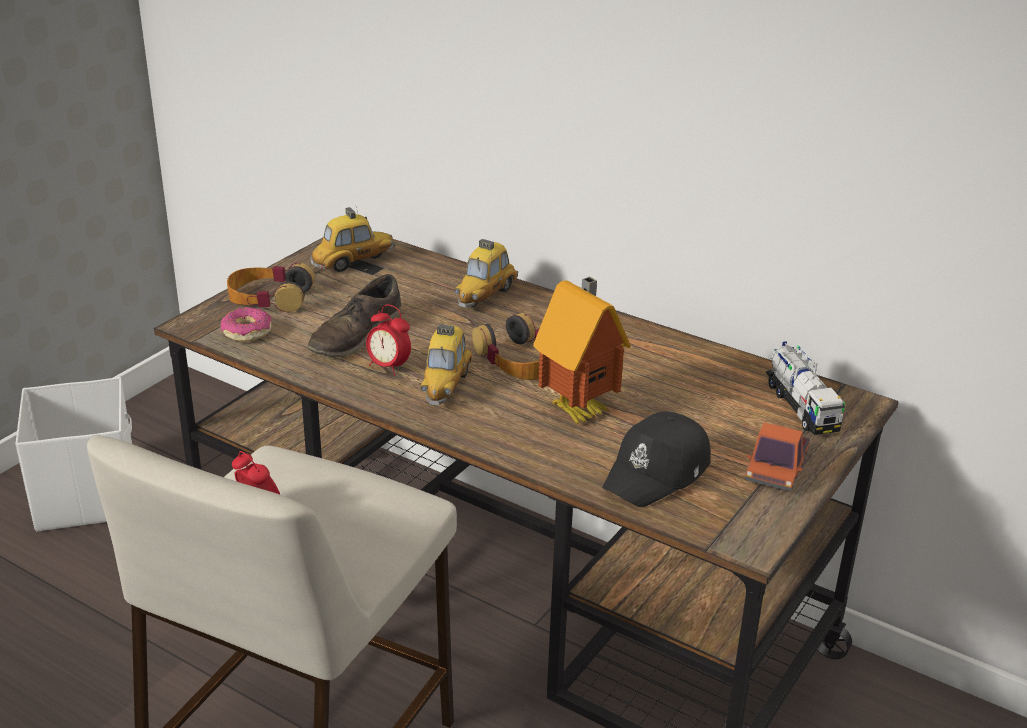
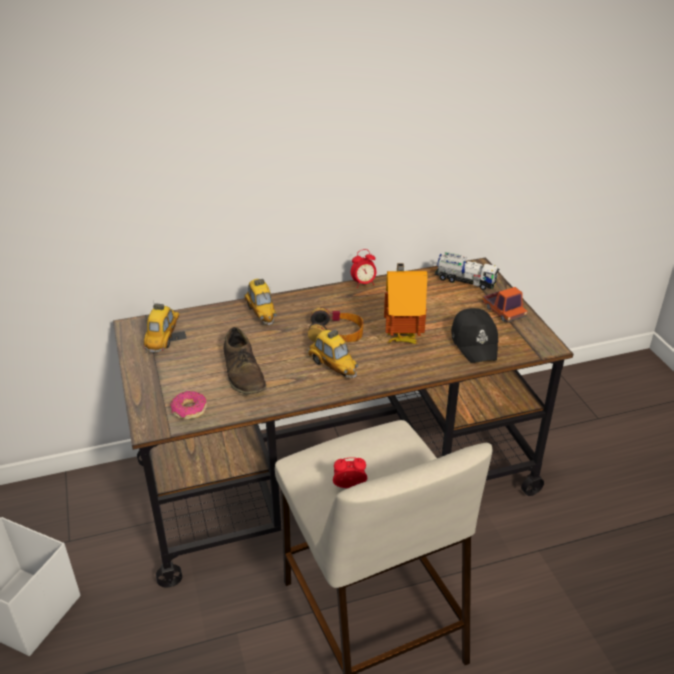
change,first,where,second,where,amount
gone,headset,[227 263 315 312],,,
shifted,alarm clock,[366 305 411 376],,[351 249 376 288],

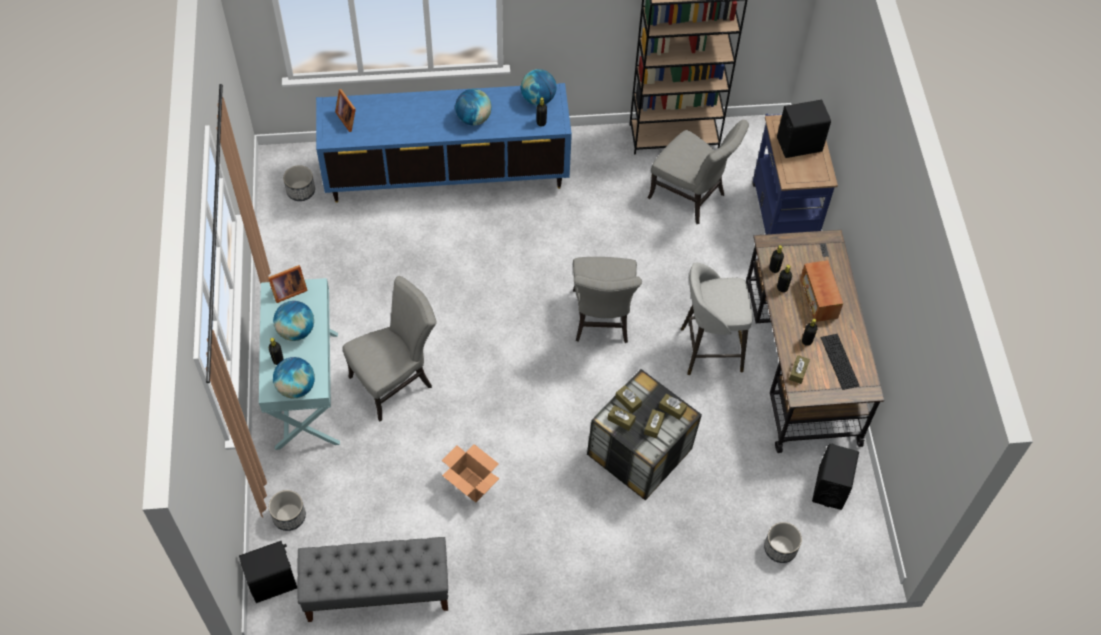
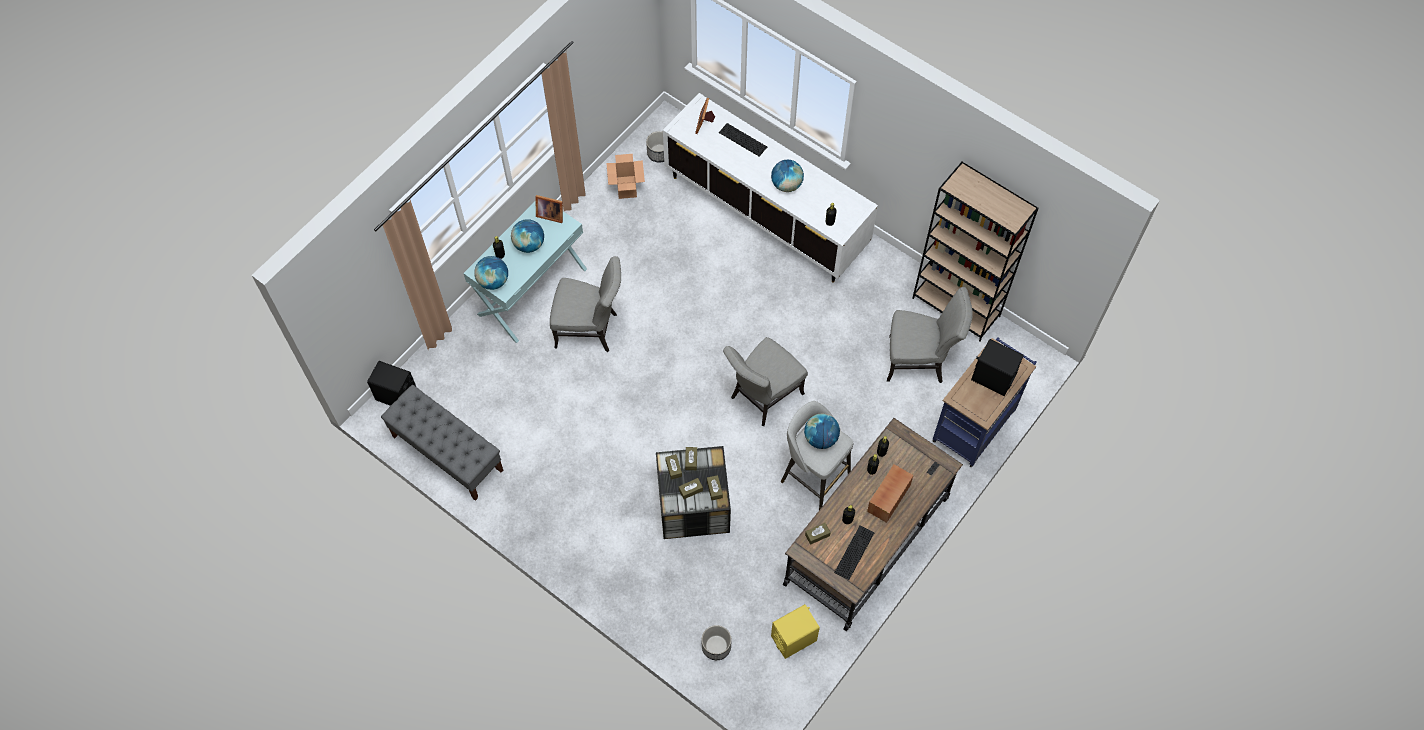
change,first,where,second,where,amount
gone,plant pot,[269 490 306 531],,,
repainted,bluish storage cabinet,[316 83 572 203],white-coloured storage cabinet,[663 93 878 283],
shifted,packing box,[442 444 500 503],,[606 154 645 199],
shifted,world globe,[521 69 557 105],,[804 413 840 449],
rotated,gray upright chair,[648 120 749 224],,[887 287 973 383],75 degrees counterclockwise
repainted,blackish loudspeaker,[812 444 859 510],yellow-coloured loudspeaker,[771 604 820 659],
new,,,PC keyboard,[719 123 767 157],

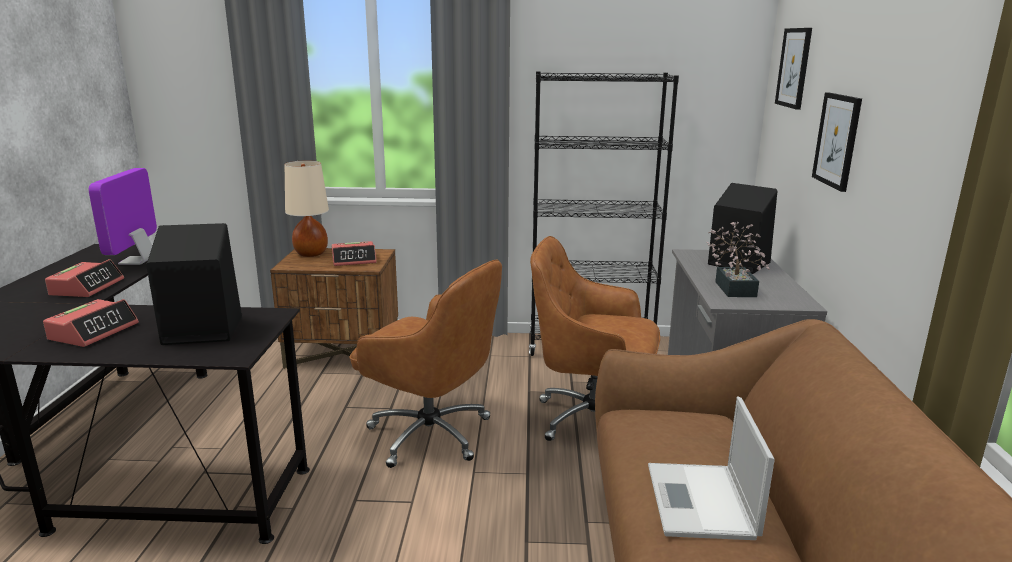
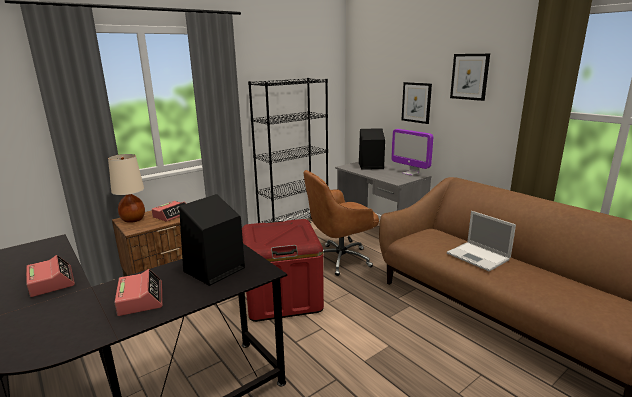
change,first,where,second,where,amount
shifted,computer display,[89 168 157 265],,[391 129 433 176],
swapped,brownish computer chair,[349 260 502 468],reddish storage container,[242 219 324 322],
gone,houseplant,[707 222 770 297],,,
shifted,picture,[775 28 812 110],,[450 54 490 101],

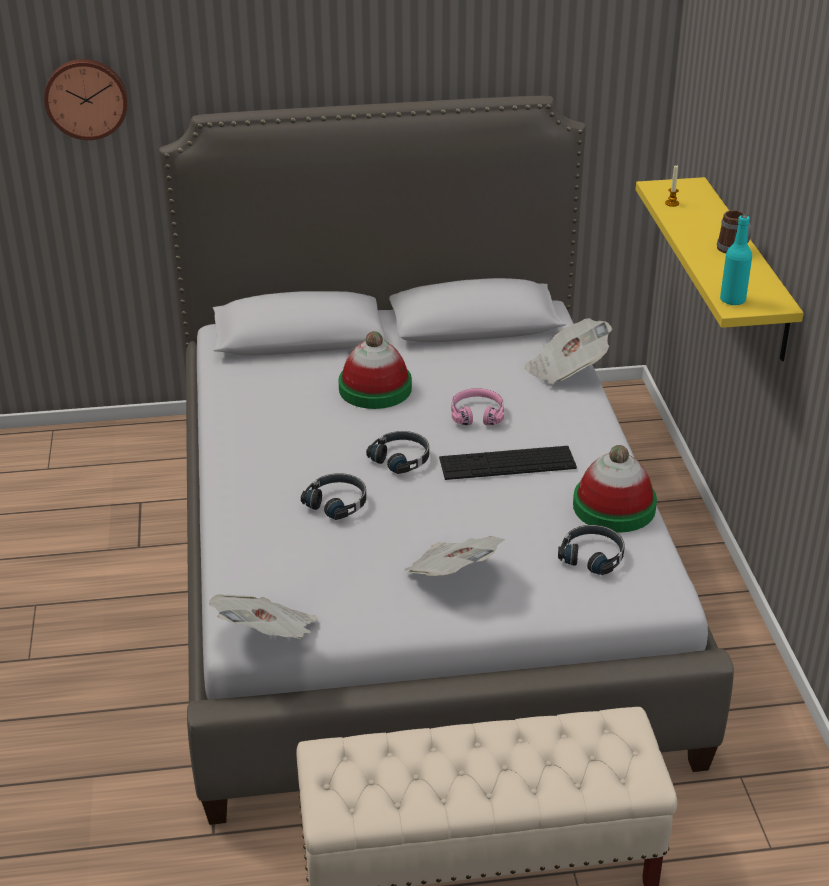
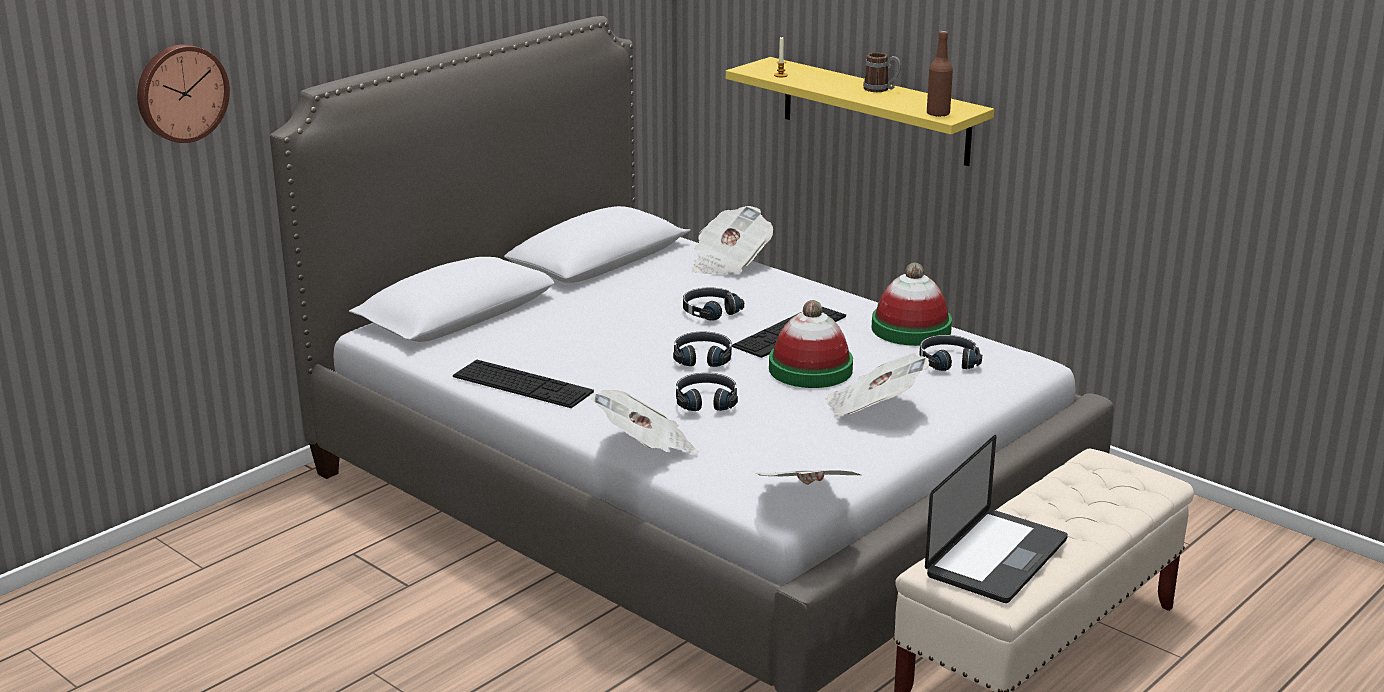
change,first,where,second,where,amount
shifted,clothing hat,[338 331 412 409],,[769 300 853 388],
repainted,pinkish headset,[452 388 504 425],blackish headset,[683 288 744 321],
repainted,turquoise drink bottle,[720 215 752 305],brownish drink bottle,[927 30 953 117],
new,,,PC keyboard,[453 360 594 408],
new,,,daily paper,[590 390 699 454],
new,,,portable computer,[925 435 1068 603],

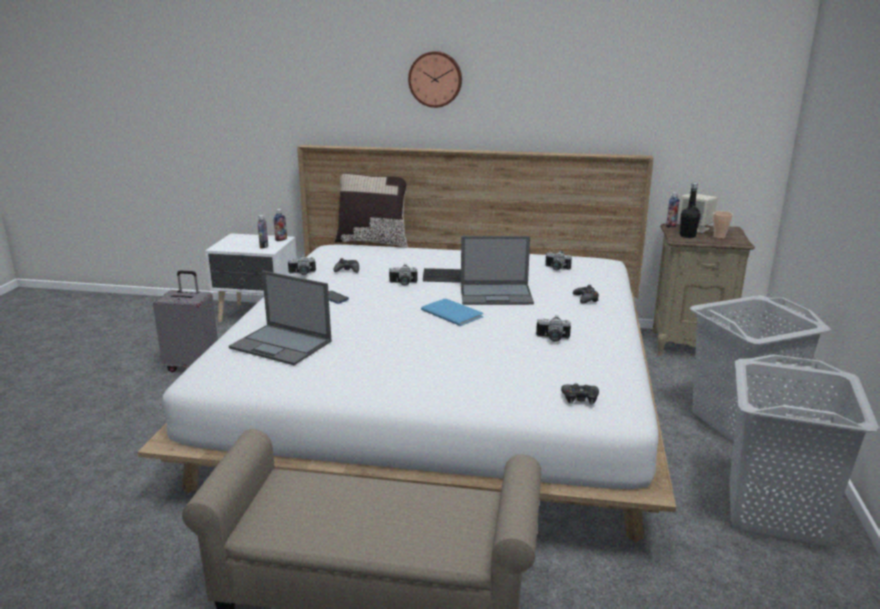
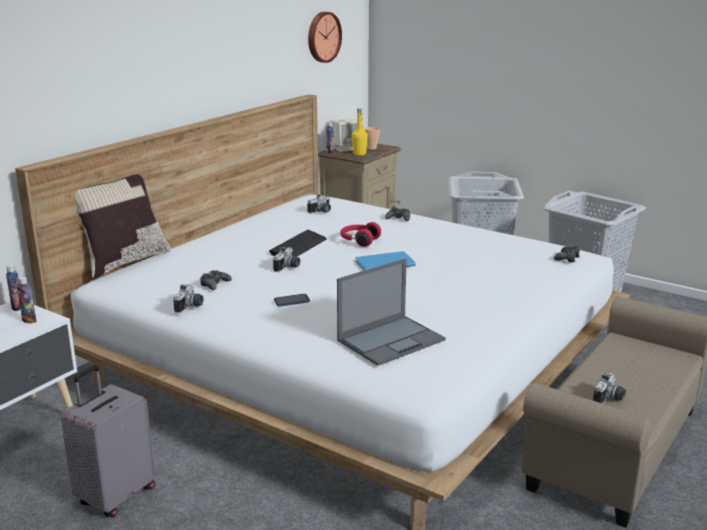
change,first,where,second,where,amount
shifted,clock on the wall,[408 51 462 108],,[308 12 342 63],
swapped,portable computer,[461 236 534 305],reddish headset,[340 222 381 247],
shifted,still camera,[536 315 571 342],,[593 373 626 403],
repainted,blackish drink bottle,[680 183 700 238],yellow-coloured drink bottle,[352 108 368 156],

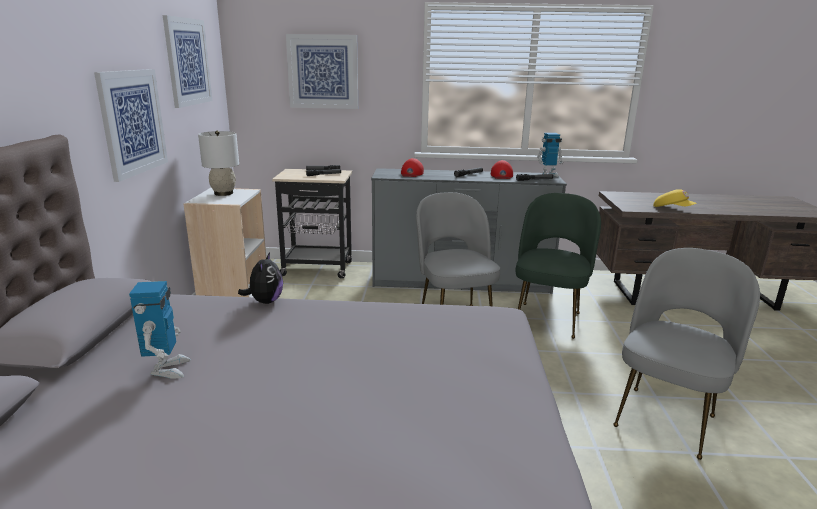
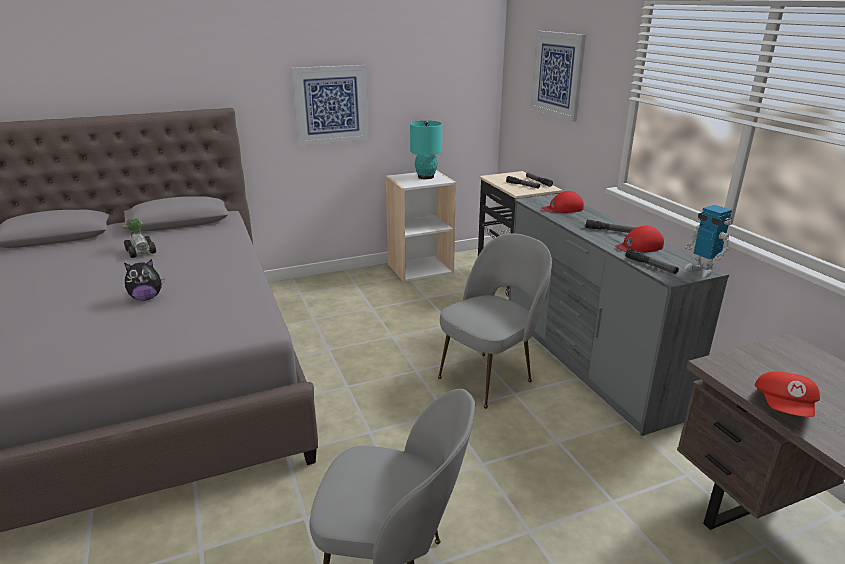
change,first,where,second,where,amount
swapped,robot figure,[129 281 191 379],miniature car,[124 218 156 258],
gone,picture,[163 15 213 108],,,
repainted,white-coloured table lamp,[198 131 239 196],turquoise table lamp,[410 121 442 179],
shifted,cuddly toy,[238 252 283 304],,[124 259 165 301],
gone,green-coloured upright chair,[515 193 601 339],,,
repainted,yellow-coloured baseball cap,[653 189 697 207],reddish baseball cap,[755 371 820 417],

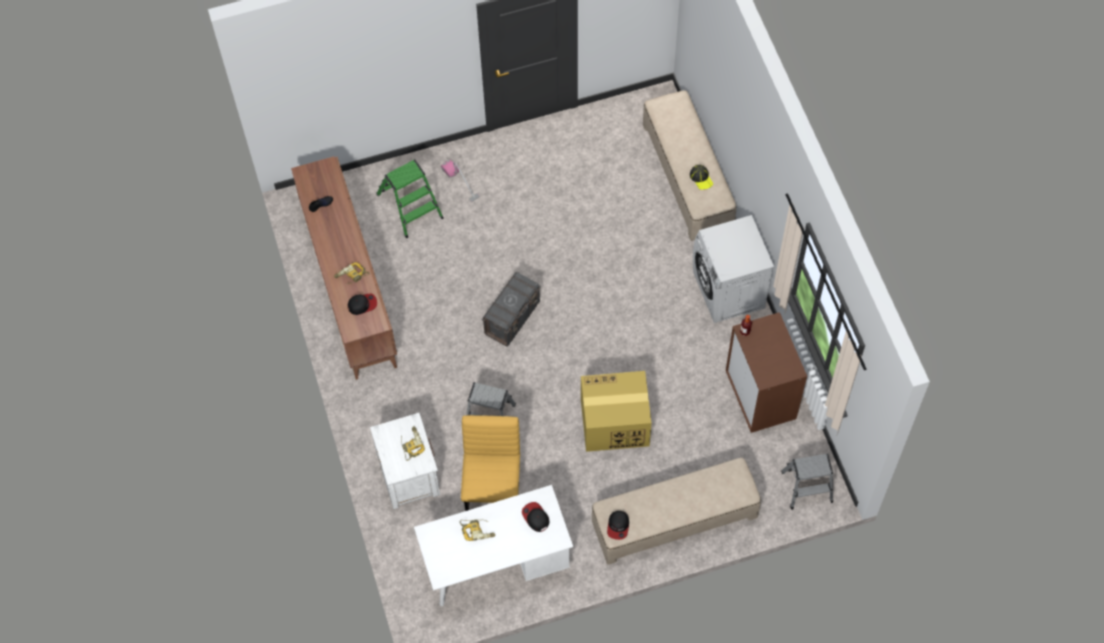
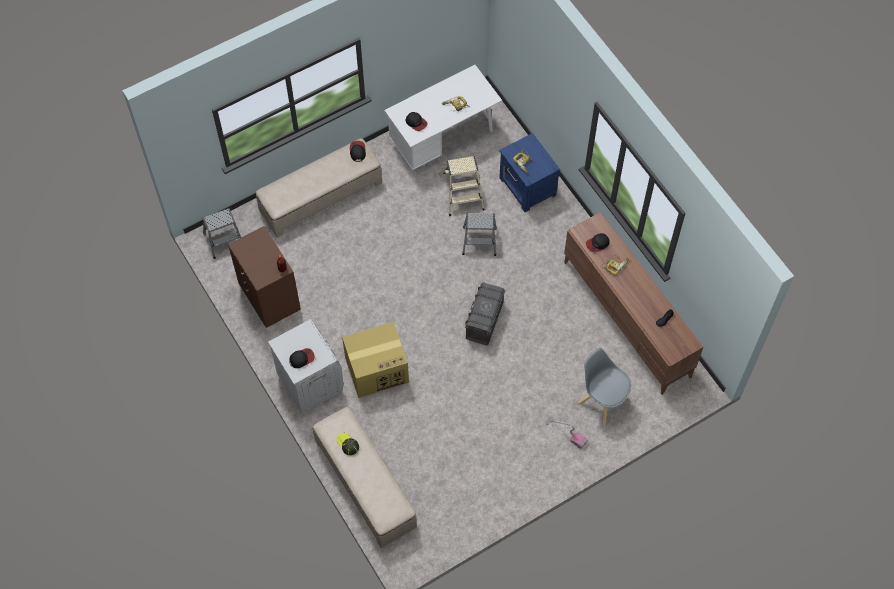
change,first,where,second,where,amount
repainted,white-coloured night table,[370 413 440 509],bluish night table,[499 133 560 212],
swapped,green-coloured stepladder,[376 159 444 238],gray upright chair,[577 348 631 427],
swapped,yellow-coloured upright chair,[461 415 520 511],beige-coloured stepladder,[439 156 485 216],
shifted,packing box,[581 371 651 452],,[342 322 409 398],
new,,,baseball cap,[289 348 315 368],

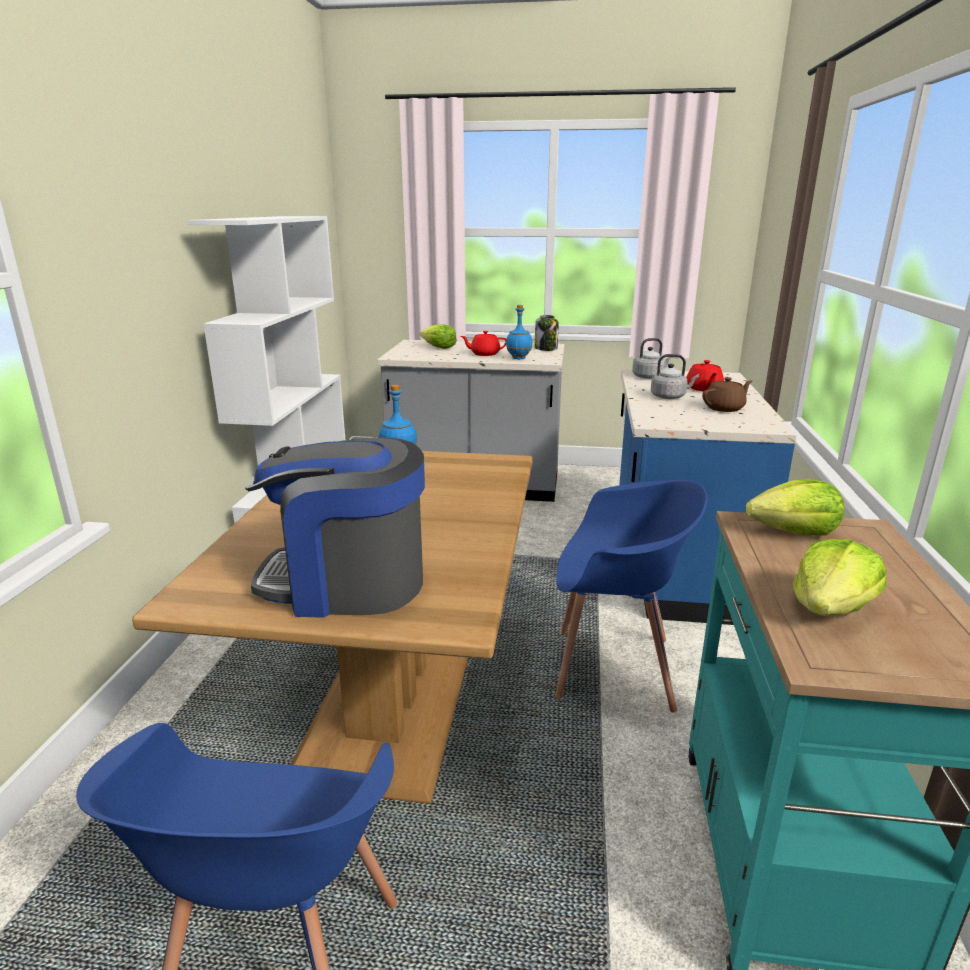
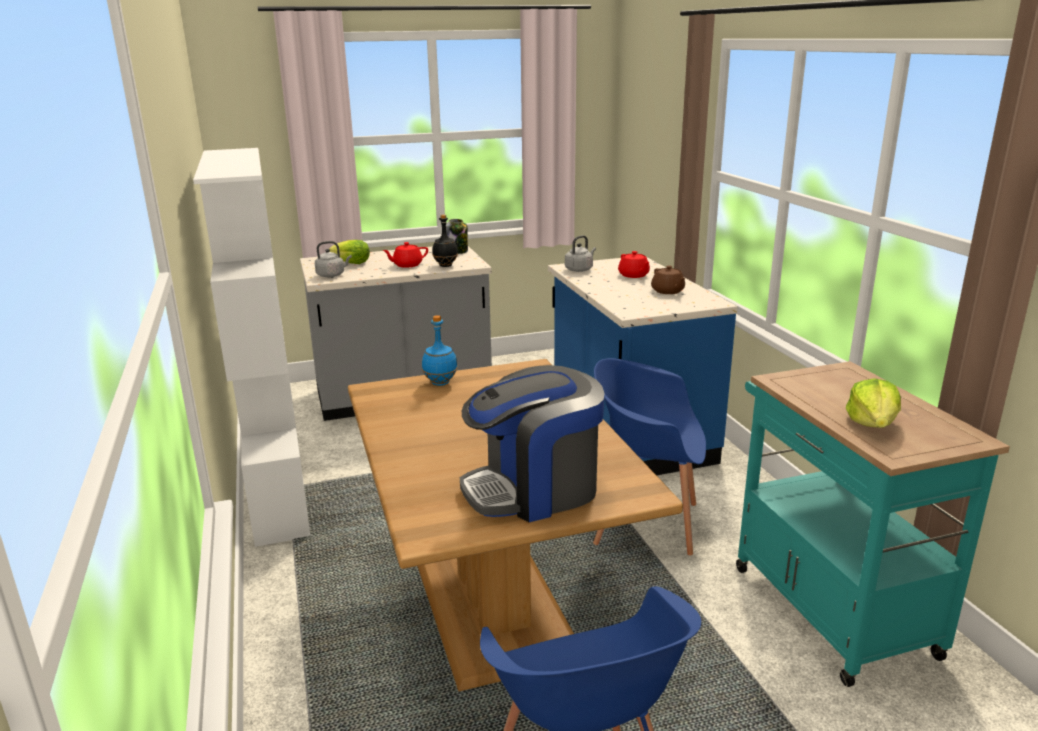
change,first,where,second,where,amount
repainted,bluish drink bottle,[506 305 532 359],blackish drink bottle,[432 215 458 267],
rotated,bluish upright chair,[555 480 708 712],,[593 358 706 556],150 degrees counterclockwise
shifted,gray tea kettle,[651 354 699 399],,[315 241 352 277],
rotated,brownish tea pot,[702 377 752 412],,[651 265 686 294],120 degrees clockwise
gone,lettuce,[746 479 844 536],,,

